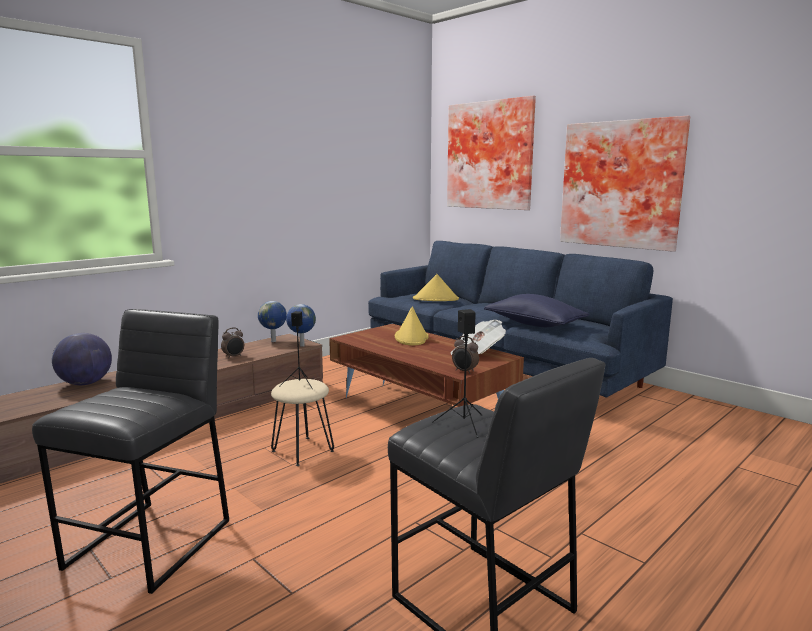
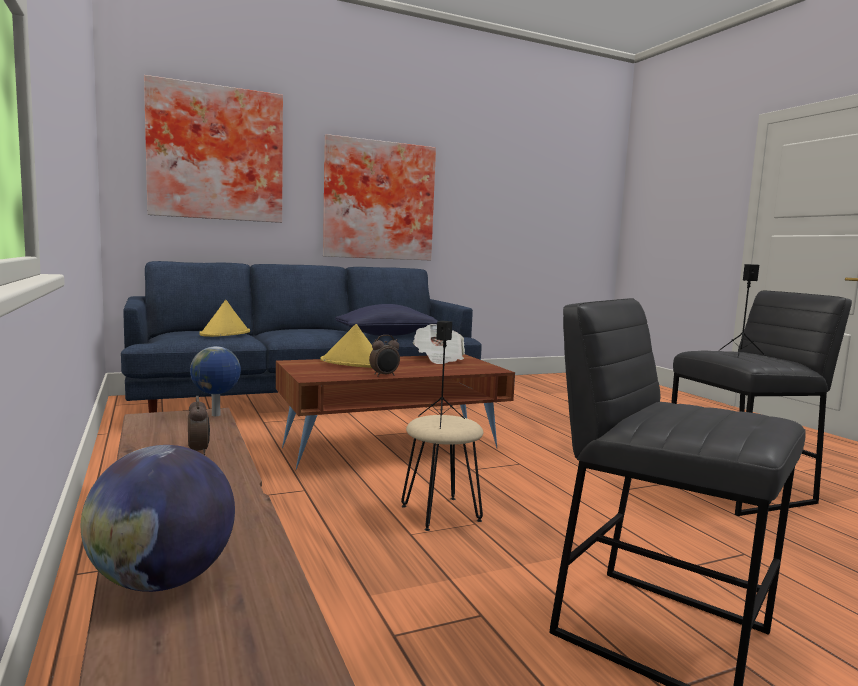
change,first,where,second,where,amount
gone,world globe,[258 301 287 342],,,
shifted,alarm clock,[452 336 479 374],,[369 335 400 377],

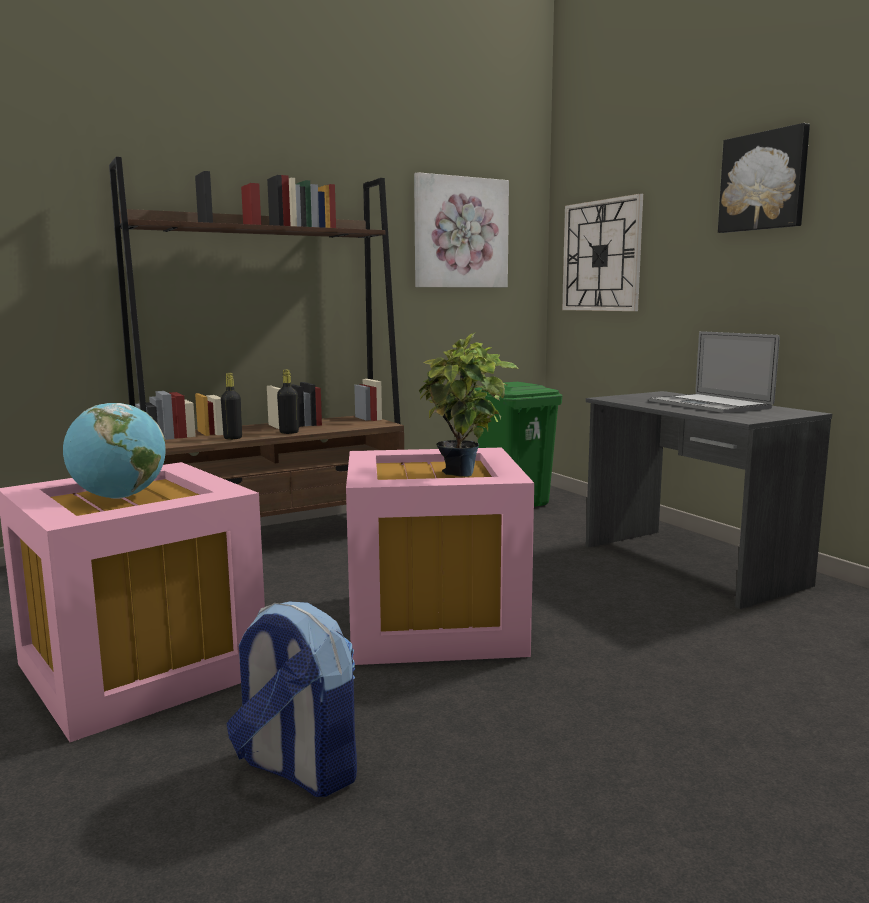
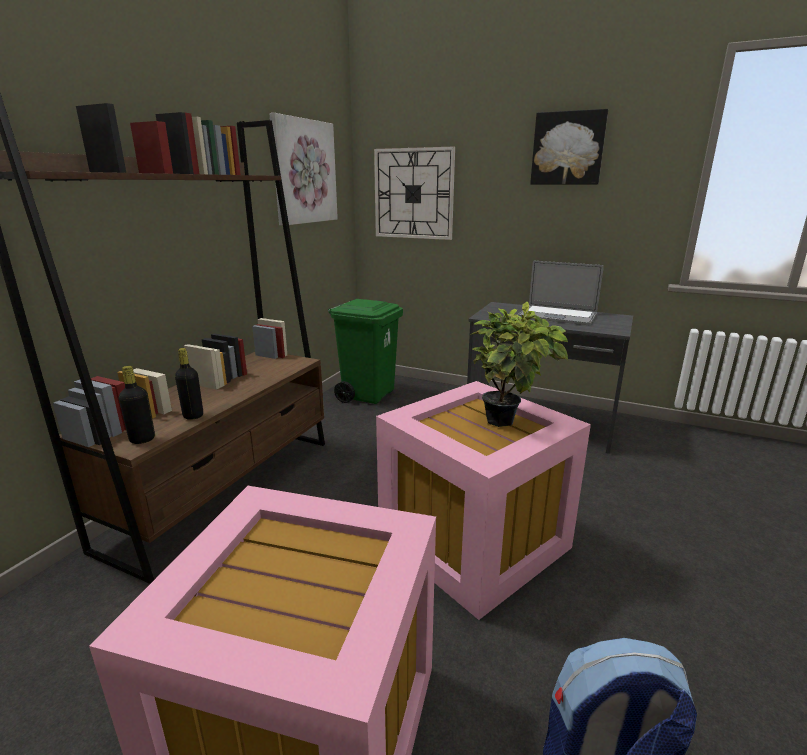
change,first,where,second,where,amount
gone,world globe,[63 403 165 499],,,
shifted,blackish drink bottle,[277 370 299 434],,[119 366 155 444],

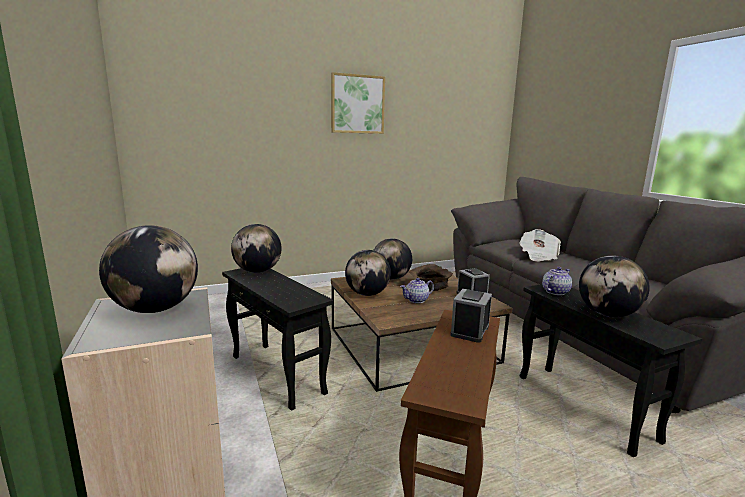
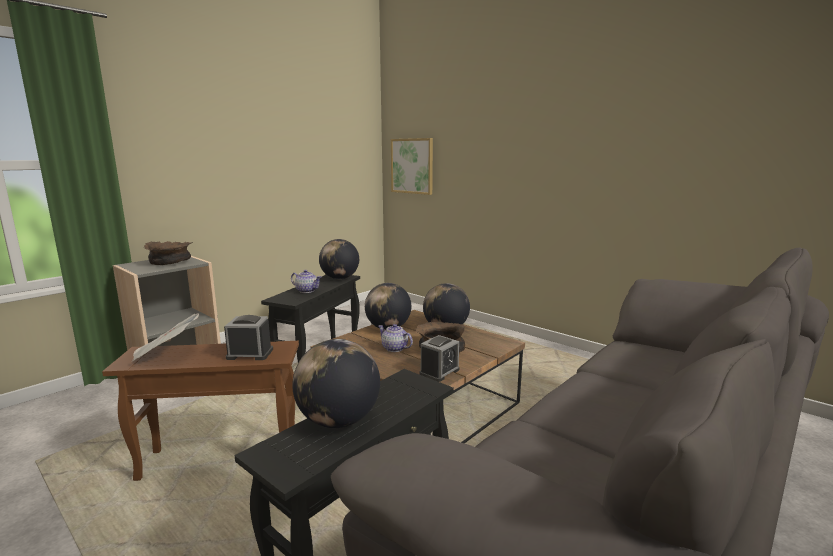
change,first,where,second,where,amount
swapped,world globe,[99 225 198 313],brownish serving bowl,[144 241 193 265],
shifted,picture,[331 72 385 134],,[391 138 433 195],
shifted,daily paper,[519 229 561 262],,[131 313 199 362],
shifted,tea pot,[542 267 572 295],,[291 270 321 293],

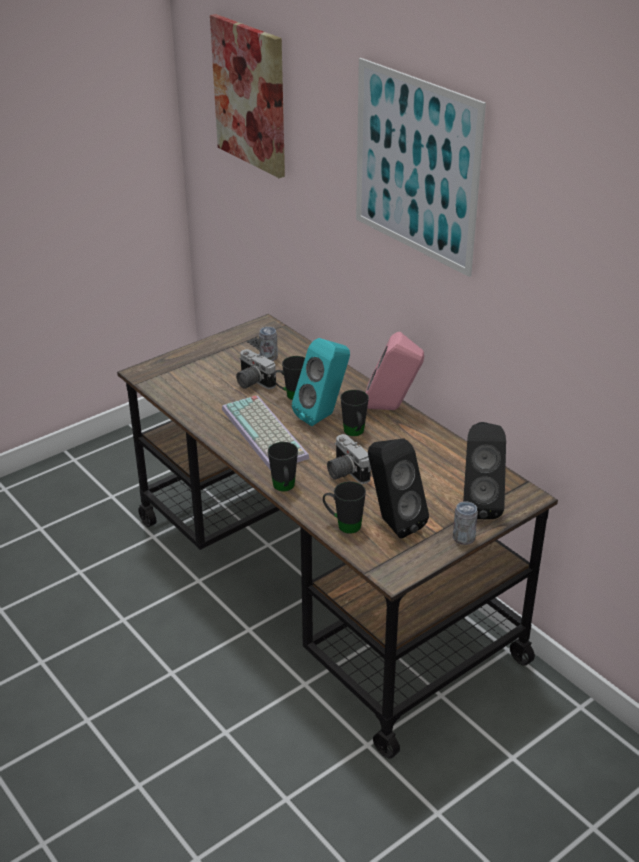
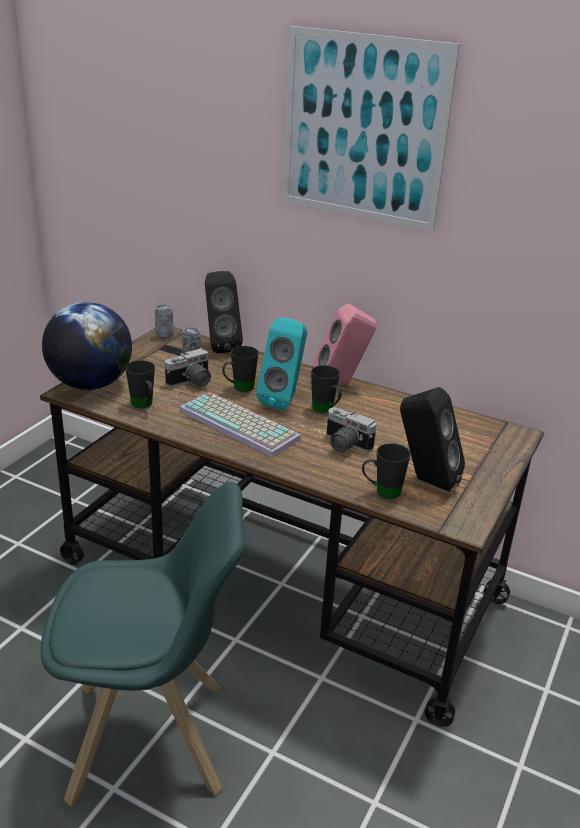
change,first,where,second,where,amount
gone,picture,[210 14 285 178],,,
rotated,still camera,[236 349 276 389],,[165 348 211 387],60 degrees counterclockwise
shifted,blackish coffee mug,[268 442 298 491],,[125 360 155 408],
shifted,sealed can,[453 501 478 545],,[155 304 173 339],
shifted,blackish loudspeaker,[463 422 506 519],,[205 271 243 354],
new,,,turquoise upright chair,[41 482 245 806],
new,,,world globe,[42 302 132 390],

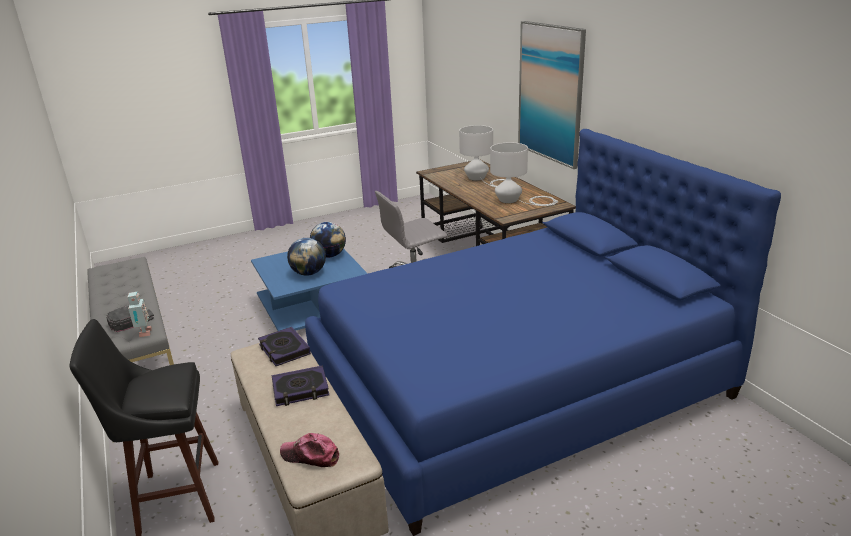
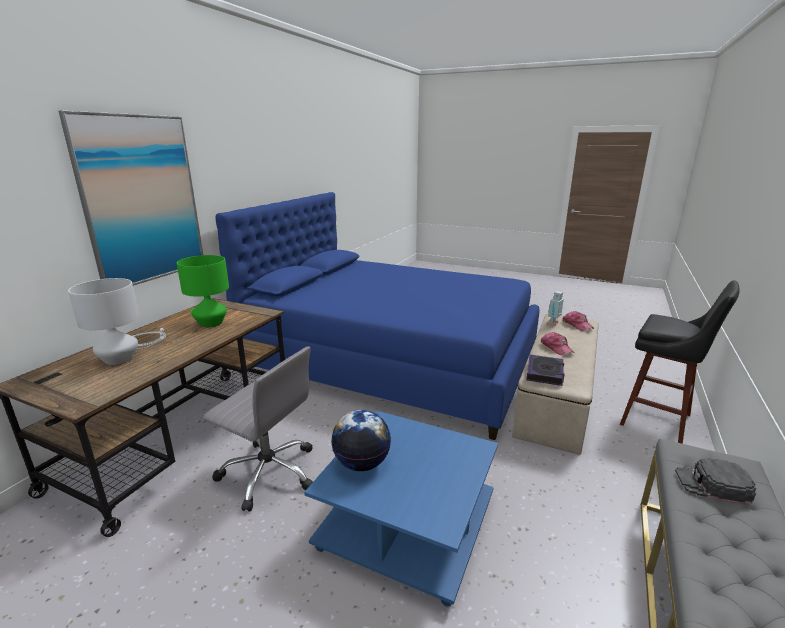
change,first,where,second,where,amount
shifted,robot figure,[127 291 152 337],,[547 291 564 326],
swapped,book,[272 366 329 406],baseball cap,[541 332 574 355],
gone,world globe,[287 238 326 276],,,
repainted,gray table lamp,[490 142 558 206],green-coloured table lamp,[177 255 229 327],

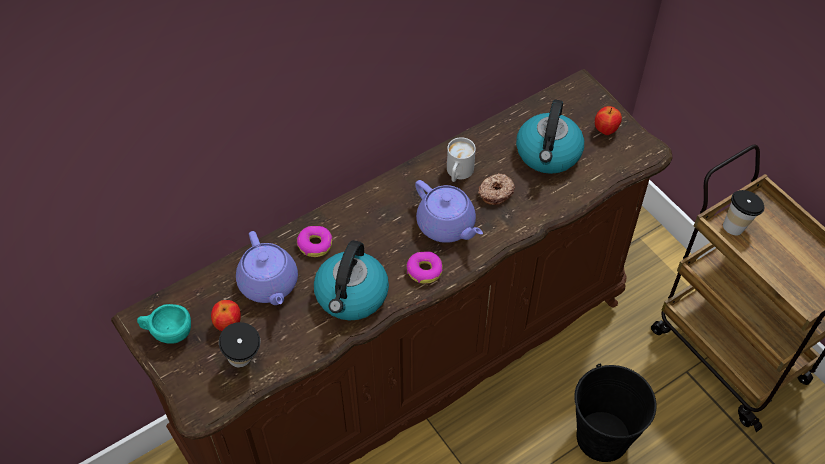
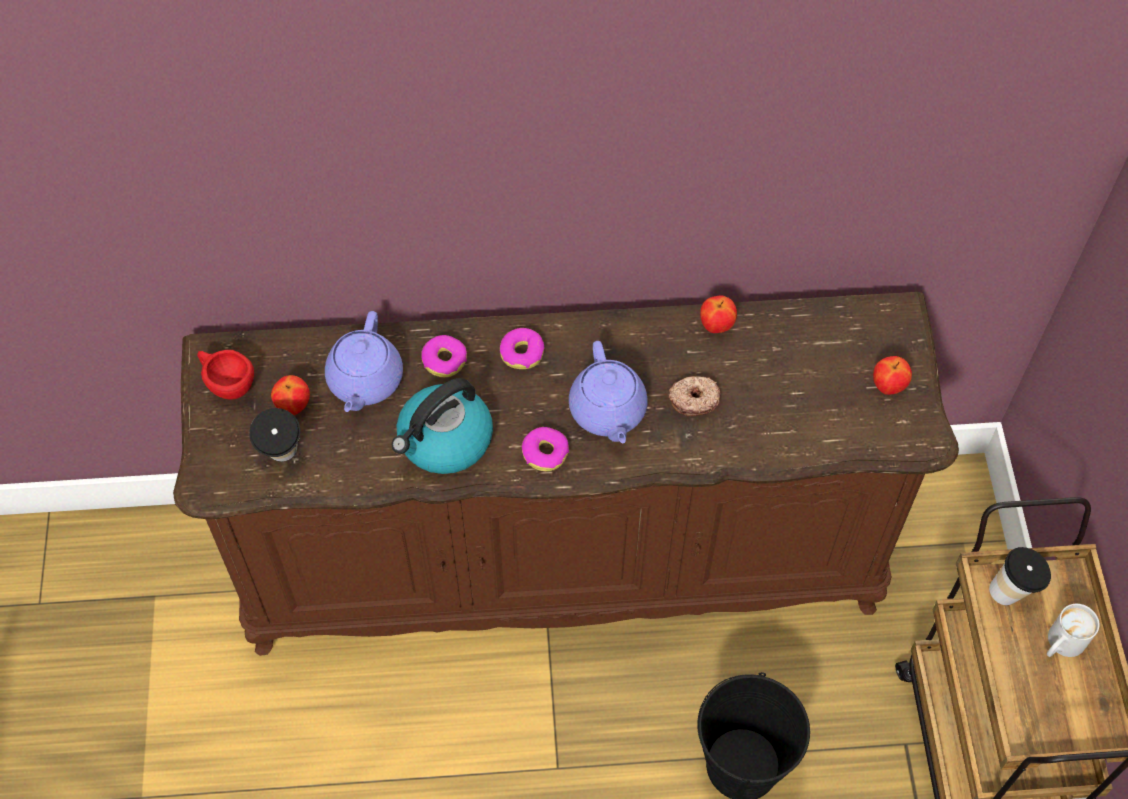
change,first,where,second,where,amount
repainted,turquoise drinking cup,[137 304 191 344],reddish drinking cup,[197 350 254 399],
shifted,white-coloured coffee mug,[447 137 476 182],,[1047 604 1100 657],
gone,tea kettle,[516 99 584 174],,,
new,,,doughnut,[500 328 545 369],
new,,,whole apple,[700 295 737 333],

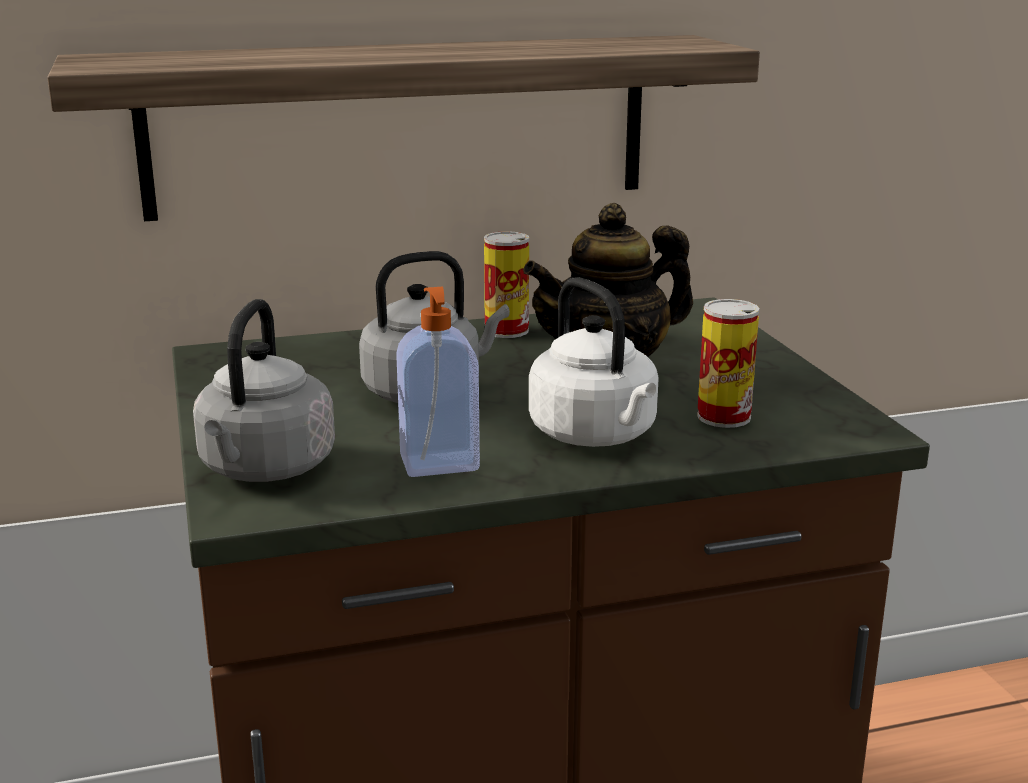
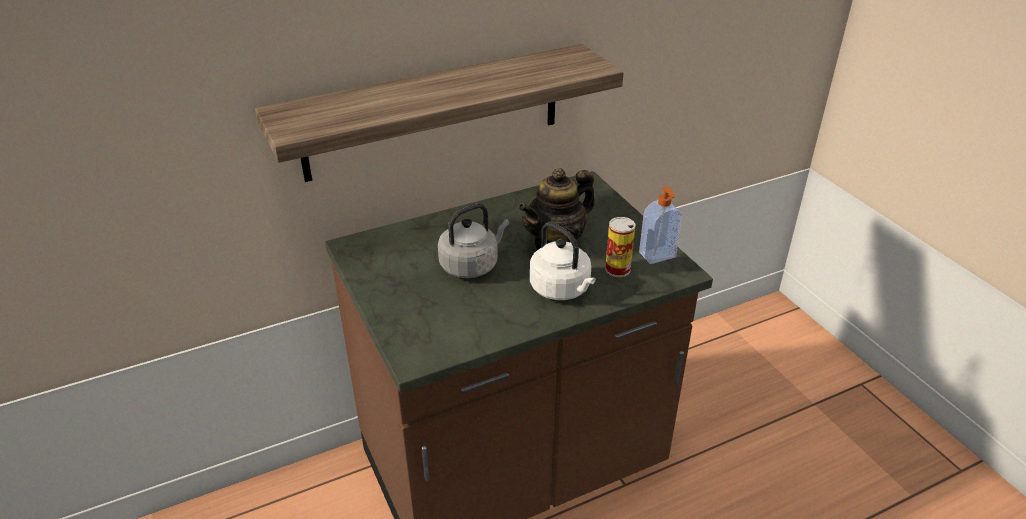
change,first,where,second,where,amount
gone,gray tea kettle,[193 299 335 482],,,
shifted,soap bottle,[396 287 480 477],,[639 187 682 264],
gone,sealed can,[484 231 529 338],,,

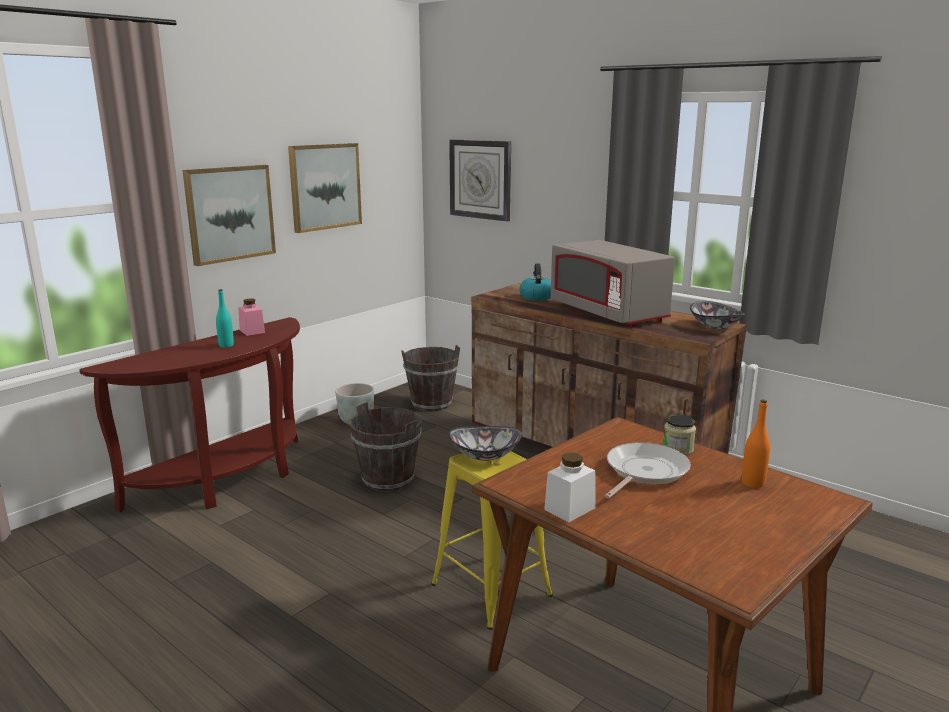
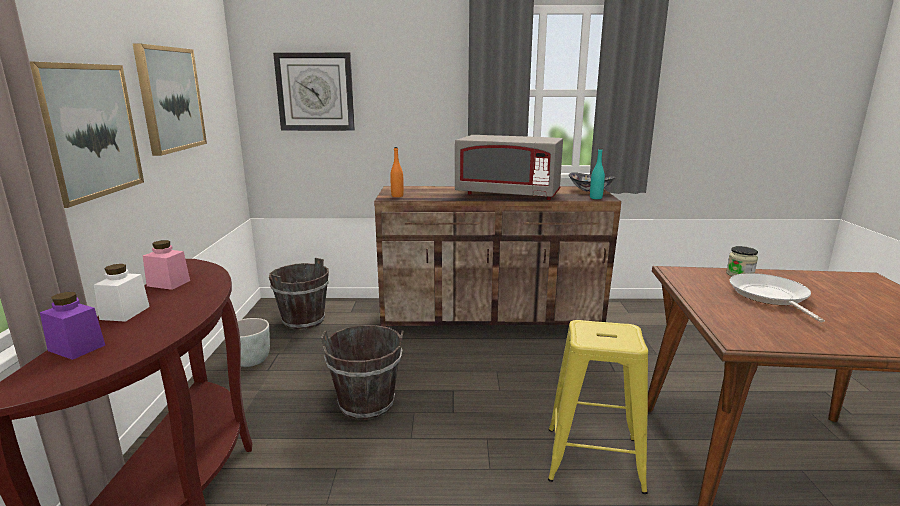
change,first,where,second,where,amount
shifted,turquoise drink bottle,[216 289 234 348],,[590 148 605 199],
gone,serving bowl,[448 426 522 461],,,
gone,tea kettle,[519 263 551 301],,,
shifted,white-coloured jar,[544 453 596 522],,[94 264 150 322],
shifted,orange drink bottle,[742 399 770 488],,[390 147 404 197],
new,,,purple-coloured jar,[40 292 105 360],

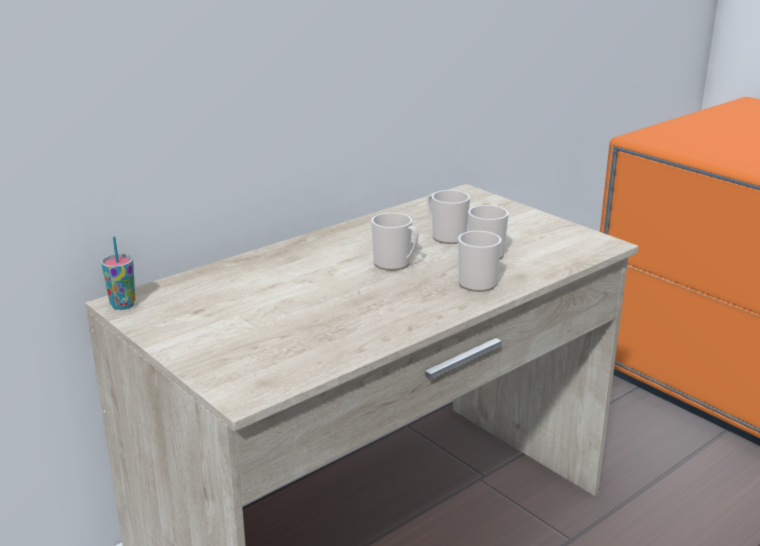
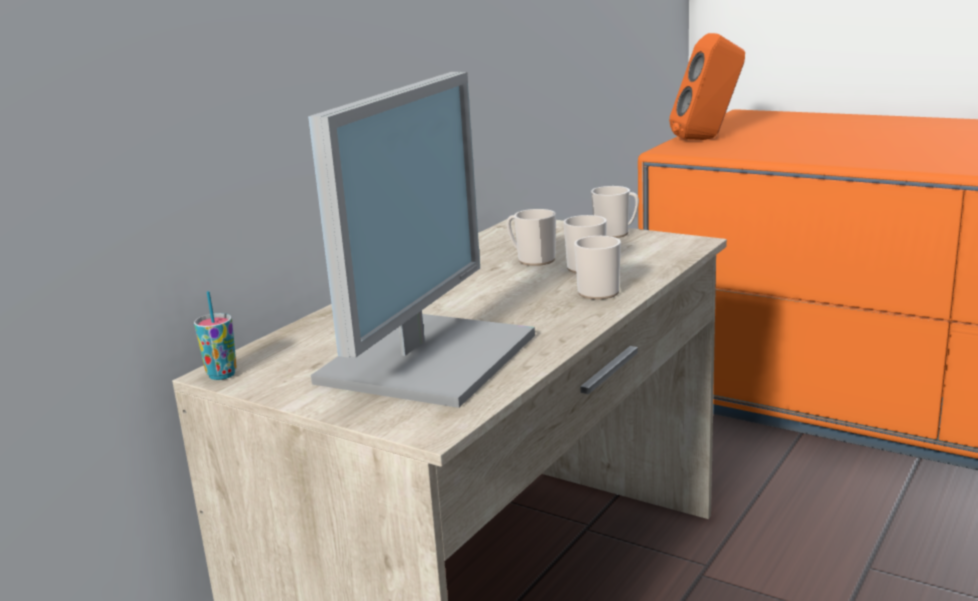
change,first,where,second,where,amount
shifted,coffee mug,[371 213 418 271],,[591 186 639 238],
new,,,computer display,[308 72 535 408],
new,,,orange loudspeaker,[669 33 745 140],

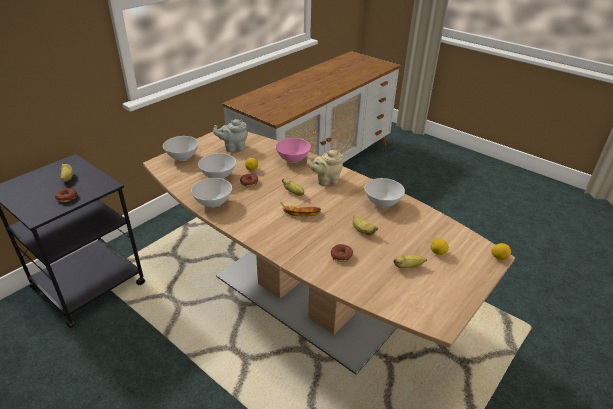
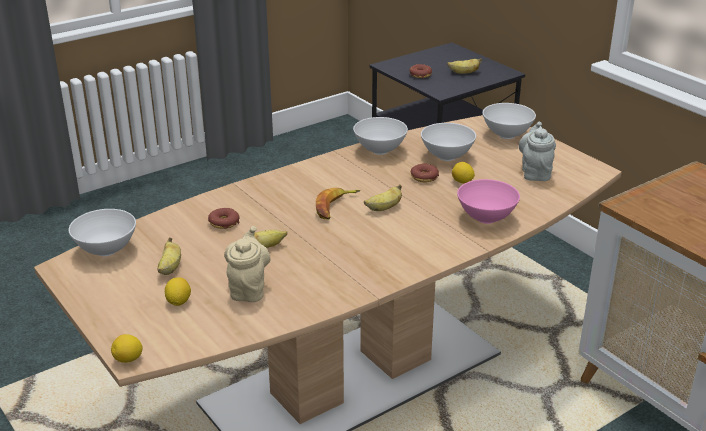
change,first,where,second,where,amount
shifted,beige-coloured tea pot,[307 150 343 186],,[224 226 270 302],
shifted,white-coloured serving bowl,[365 178 405 207],,[68 209 136 256],

